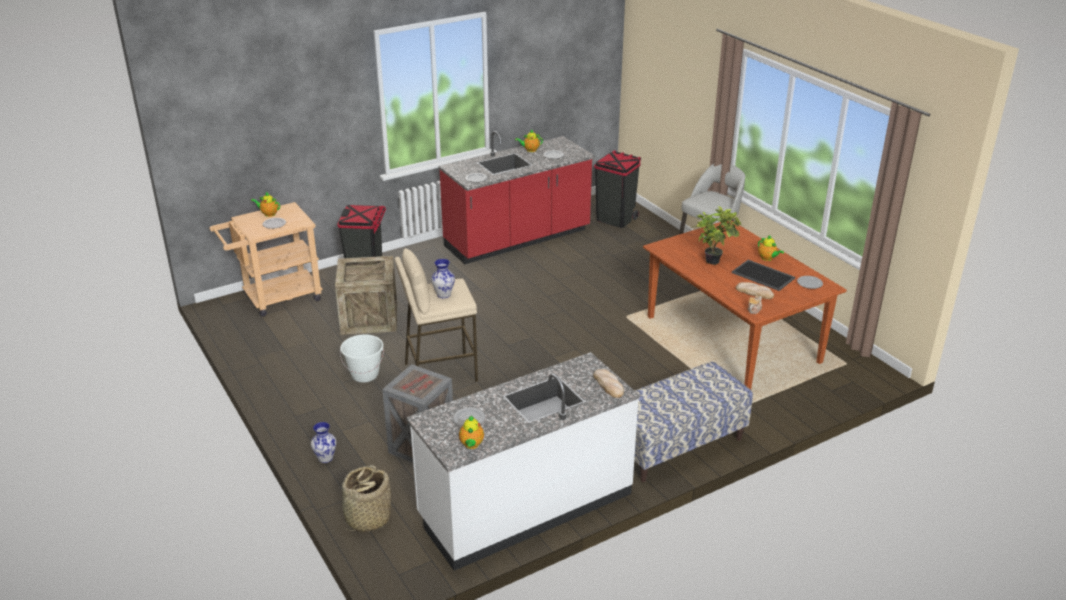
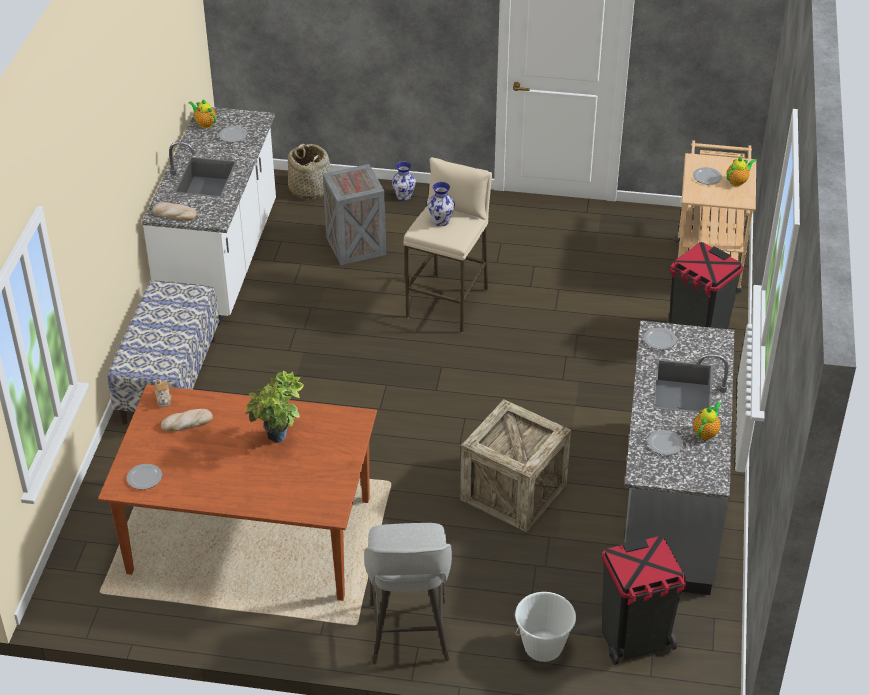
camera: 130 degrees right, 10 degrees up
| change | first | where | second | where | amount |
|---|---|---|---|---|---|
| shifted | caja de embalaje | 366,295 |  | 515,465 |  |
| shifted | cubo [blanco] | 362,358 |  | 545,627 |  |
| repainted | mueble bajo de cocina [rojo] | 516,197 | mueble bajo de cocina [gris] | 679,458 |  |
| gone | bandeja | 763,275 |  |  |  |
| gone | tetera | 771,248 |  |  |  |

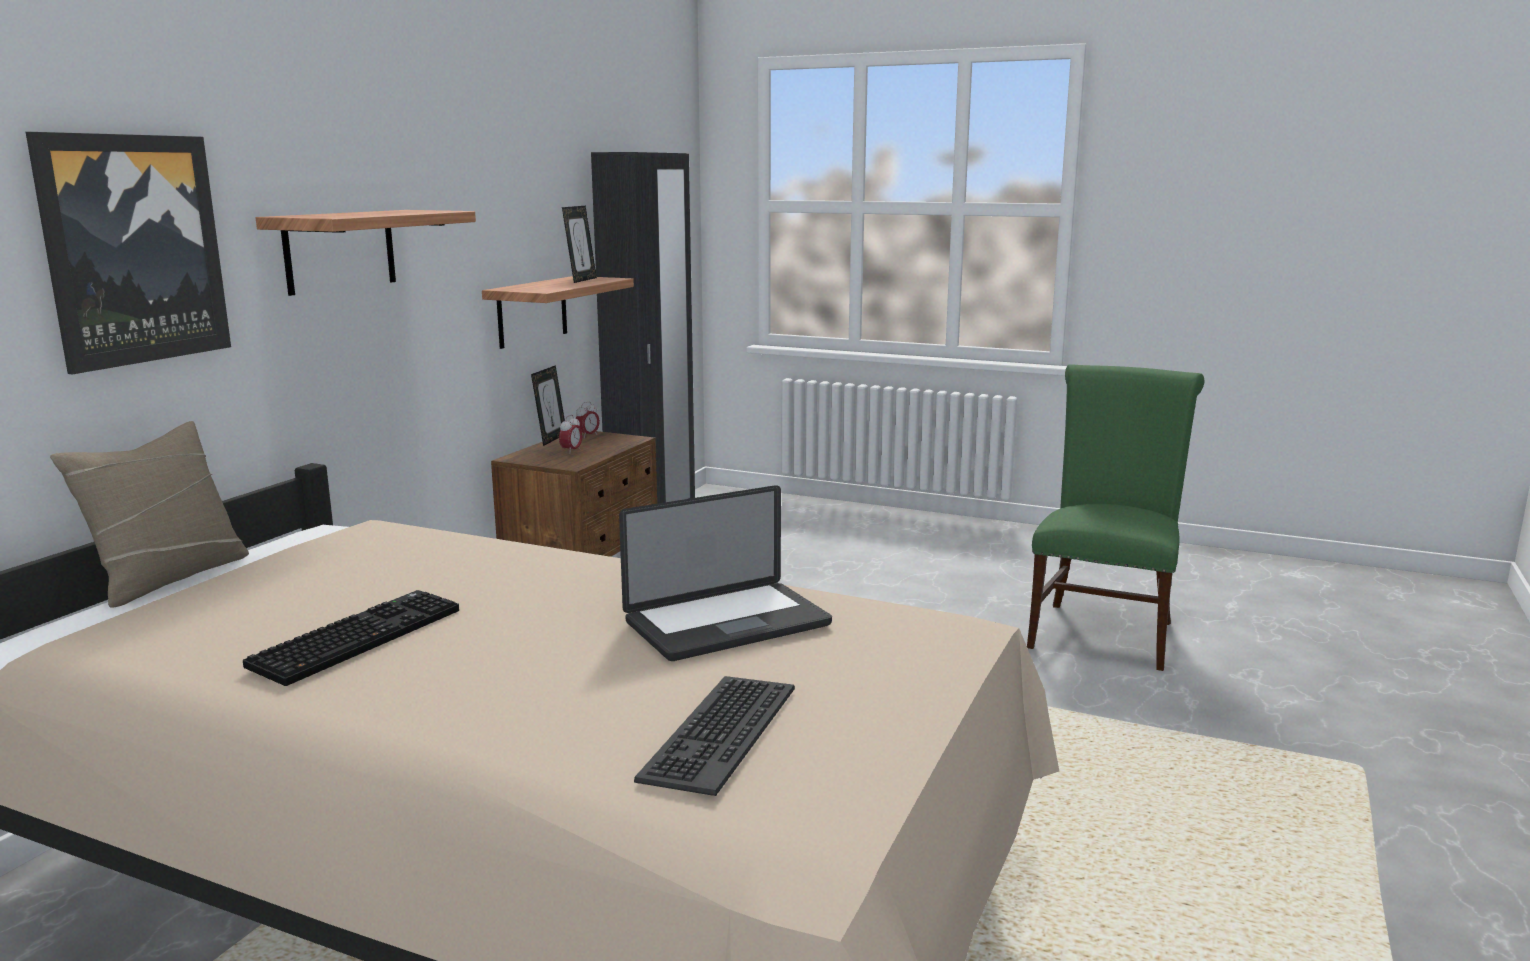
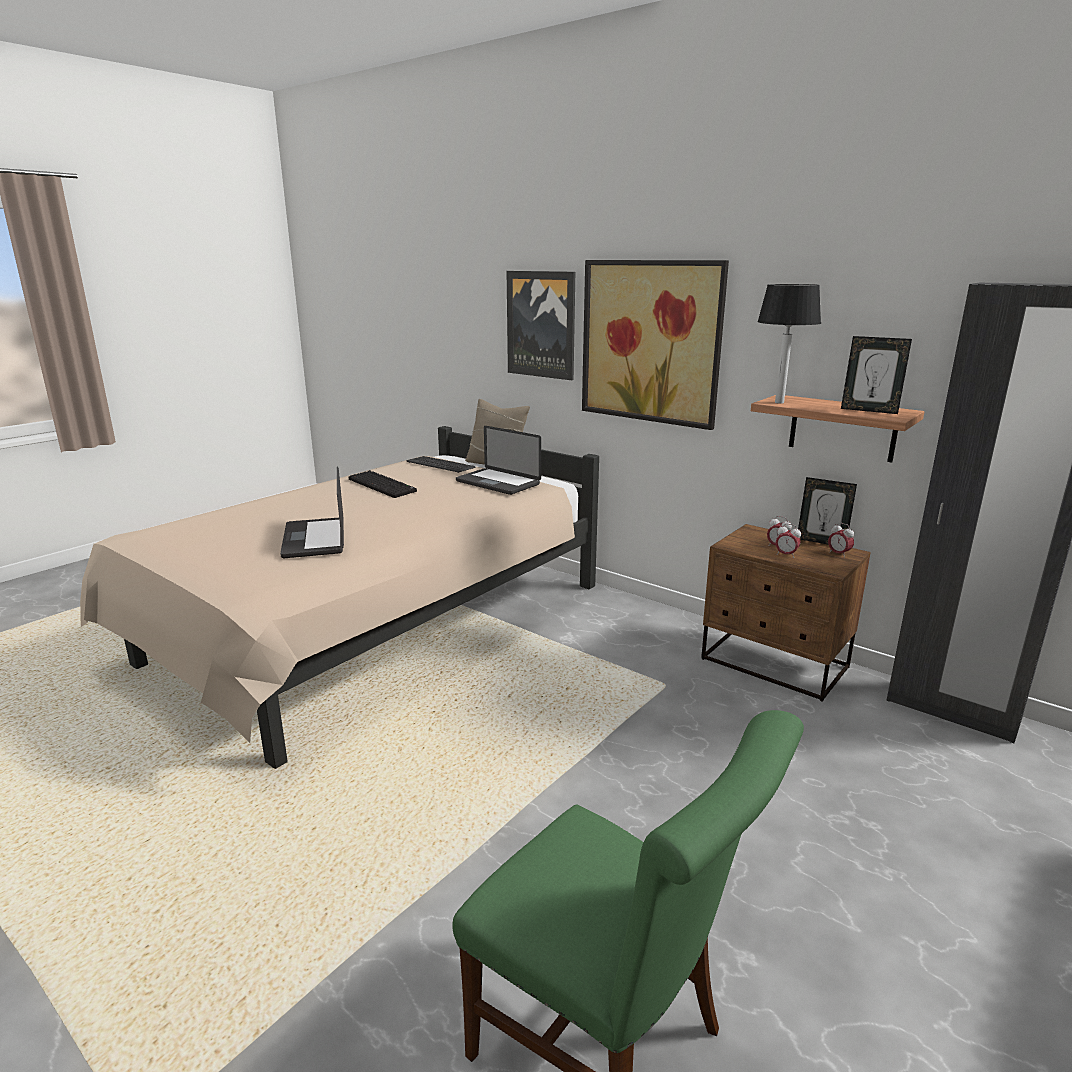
camera: 105 degrees right, 5 degrees up
| change | first | where | second | where | amount |
|---|---|---|---|---|---|
| swapped | estante | 366,253 | cuadro | 655,345 |  |
| shifted | teclado | 714,736 |  | 440,464 |  |
| new |  |  | portátil | 498,460 |  |
| new |  |  | lámpara de mesa | 789,344 |  |
| new |  |  | despertador | 788,541 |  |

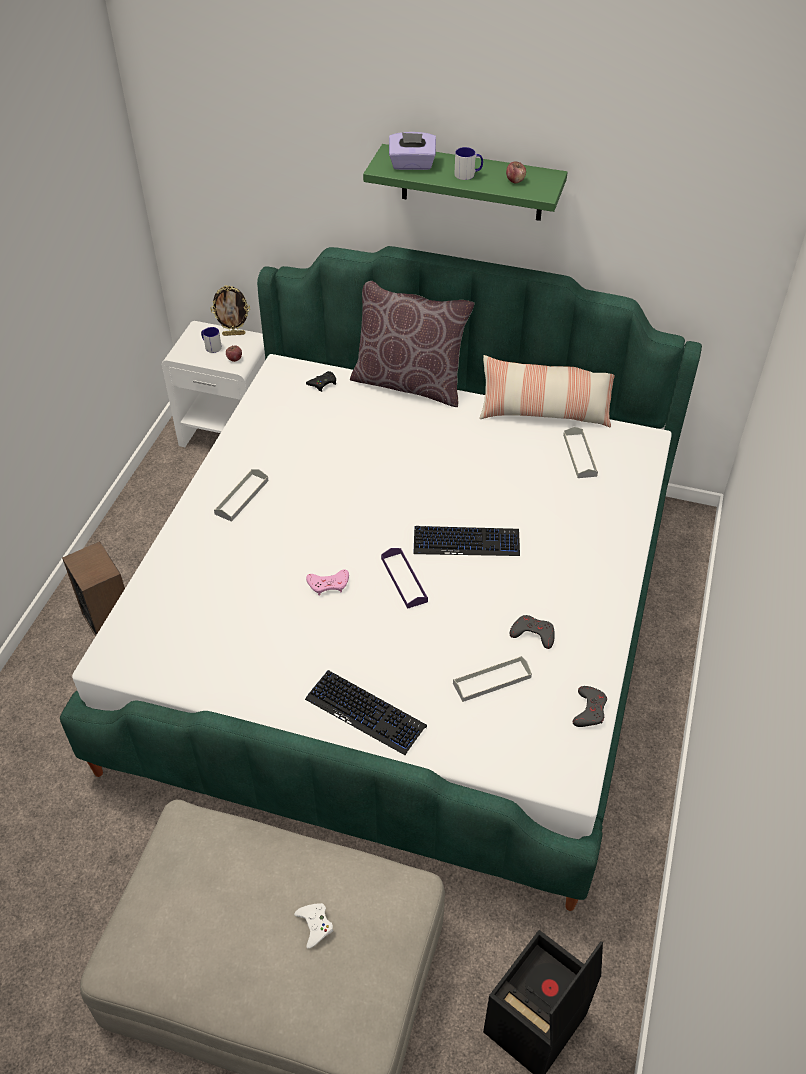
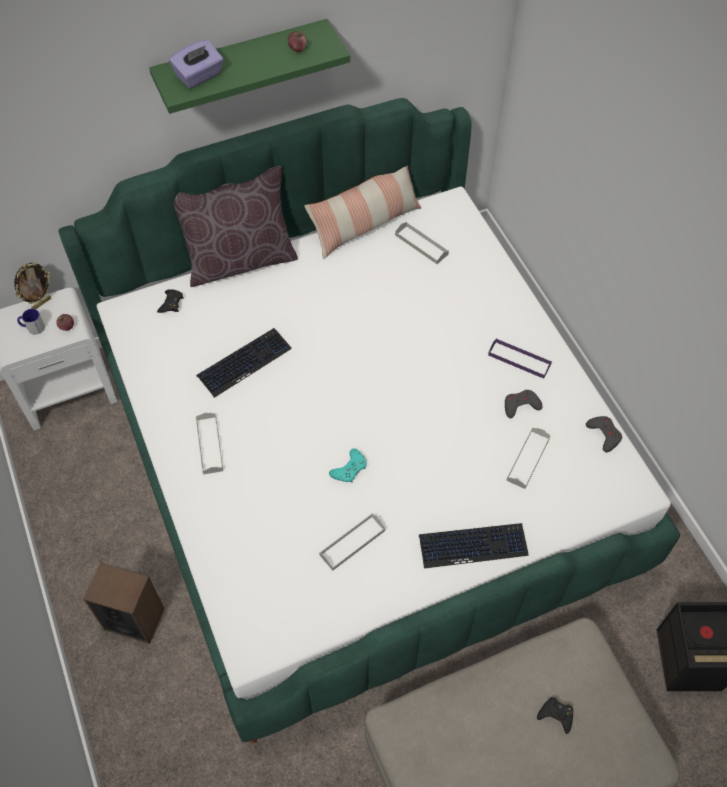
camera: 40 degrees left, 10 degrees up
| change | first | where | second | where | amount |
|---|---|---|---|---|---|
| repainted | mando de consola [blanco] | 313,926 | mando de consola [negro] | 555,715 |  |
| repainted | mando de consola [rosa] | 327,582 | mando de consola [turquesa] | 348,465 |  |
| shifted | bandeja [morado] | 404,578 |  | 520,358 |  |
| shifted | teclado | 466,541 |  | 244,363 |  |
| gone | taza grande | 468,163 |  |  |  |
| new |  |  | bandeja [gris] | 352,542 |  |

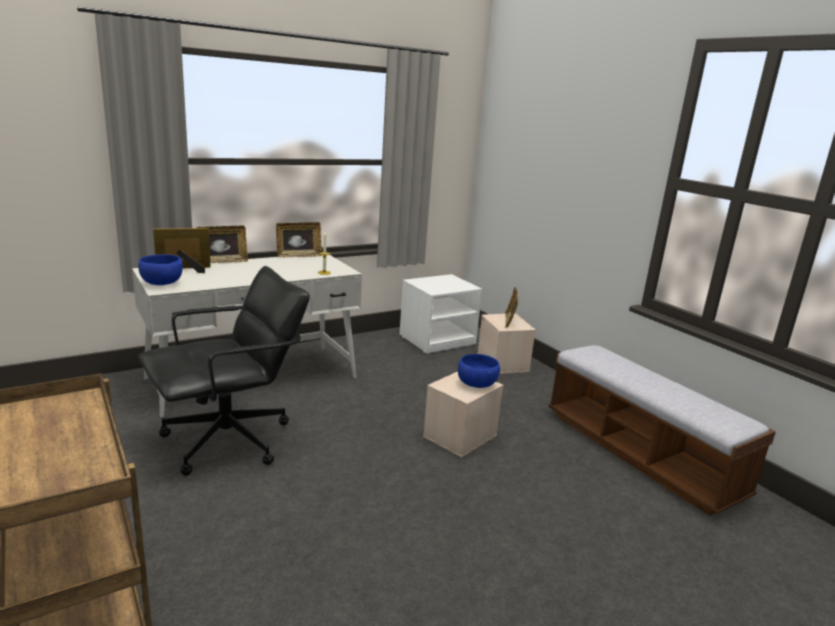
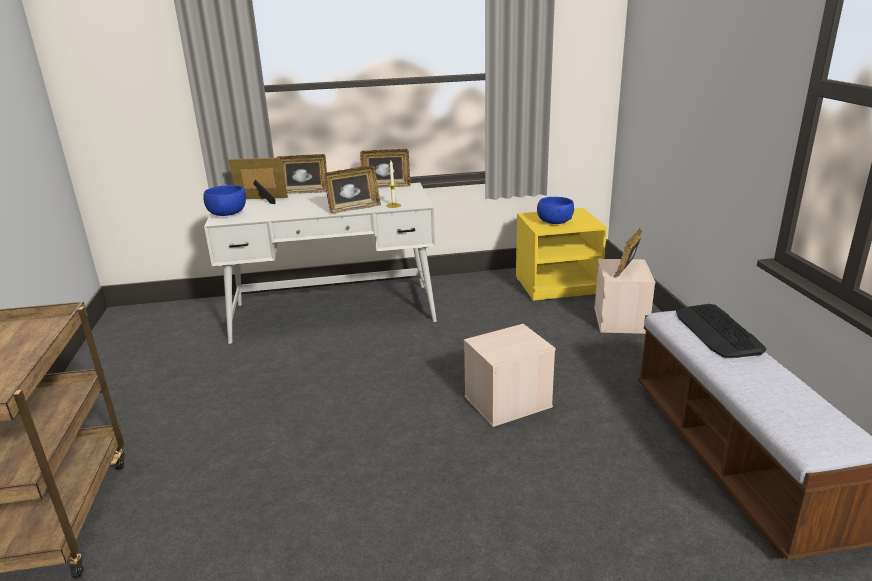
camera: 25 degrees right, 5 degrees up
| change | first | where | second | where | amount |
|---|---|---|---|---|---|
| gone | silla de oficina [negro] | 224,371 |  |  |  |
| repainted | mesita de noche [blanco] | 441,313 | mesita de noche [amarillo] | 561,254 |  |
| shifted | cuenco [azul] | 479,371 |  | 555,210 |  |
| new |  |  | portarretratos | 352,189 |  |
| new |  |  | teclado | 721,331 |  |

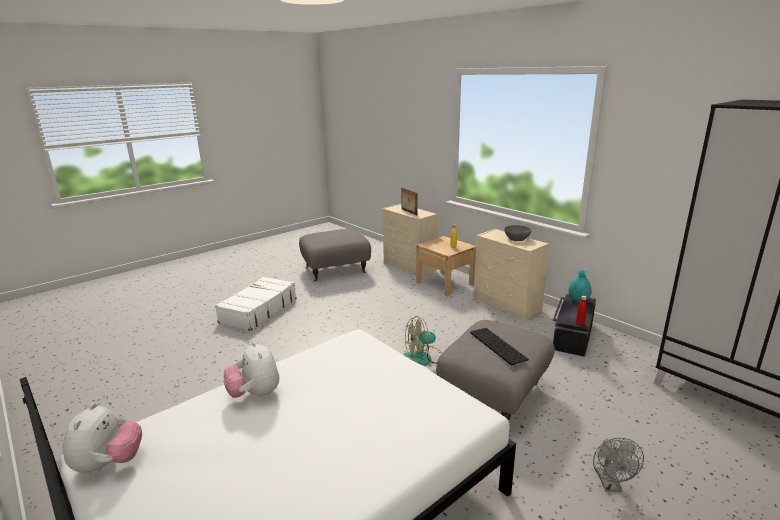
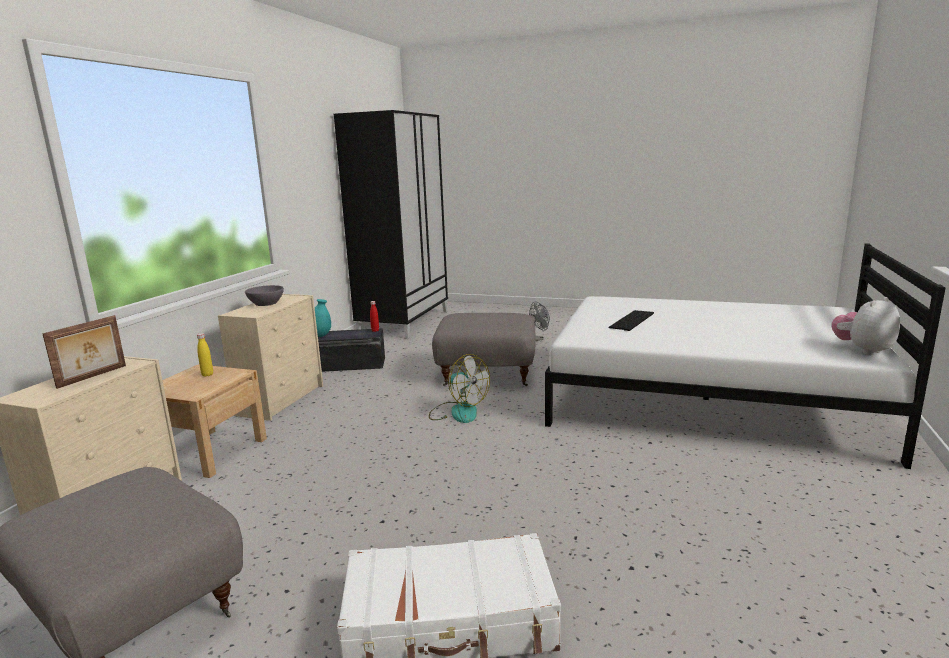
camera: 120 degrees left, 5 degrees down
| change | first | where | second | where | amount |
|---|---|---|---|---|---|
| gone | peluche | 251,370 |  |  |  |
| shifted | teclado | 499,346 |  | 631,320 |  |

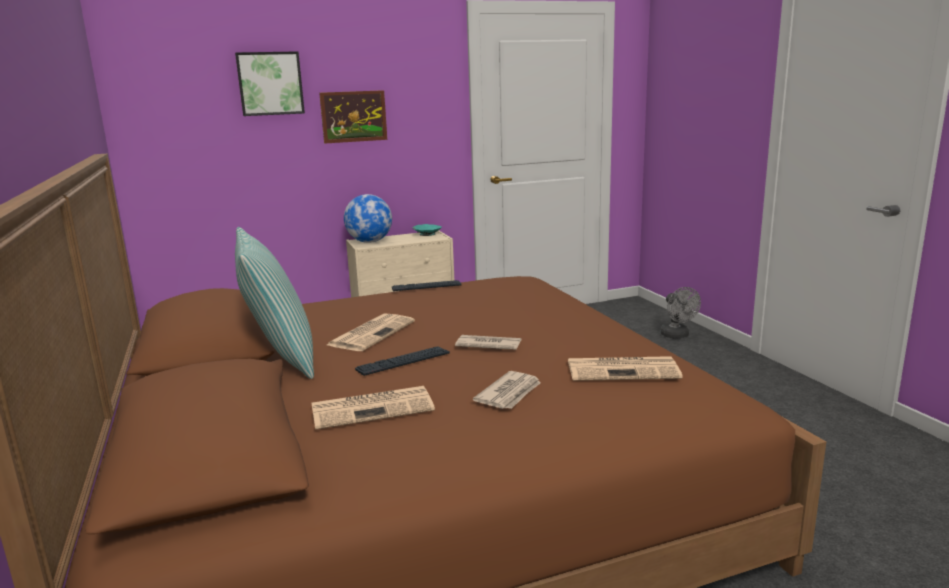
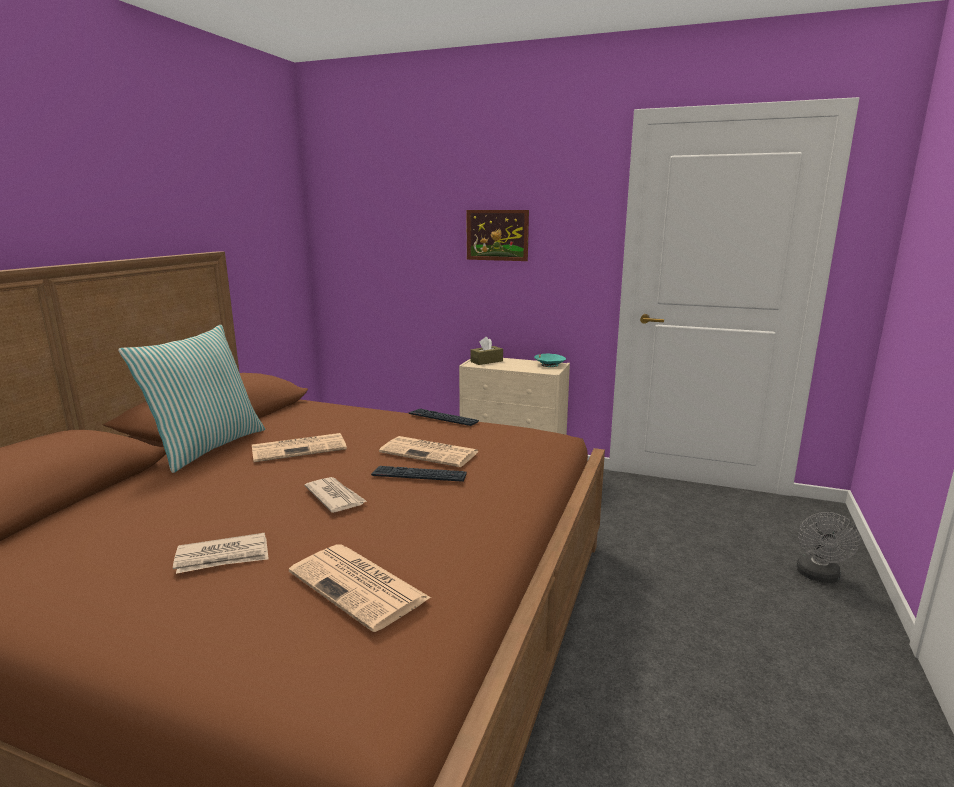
camera: 40 degrees right, 0 degrees up
| change | first | where | second | where | amount |
|---|---|---|---|---|---|
| gone | cuadro | 270,83 |  |  |  |
| shifted | periódico | 373,408 |  | 429,451 |  |
| swapped | globo terráqueo | 368,218 | caja de pañuelos [marrón] | 486,351 |  |
| shifted | teclado | 402,361 |  | 419,474 |  |

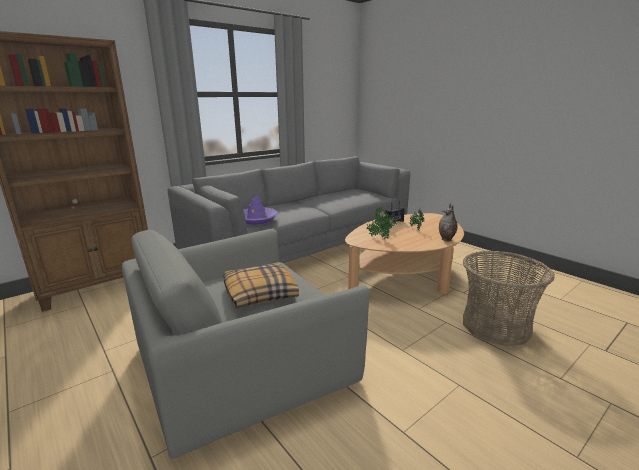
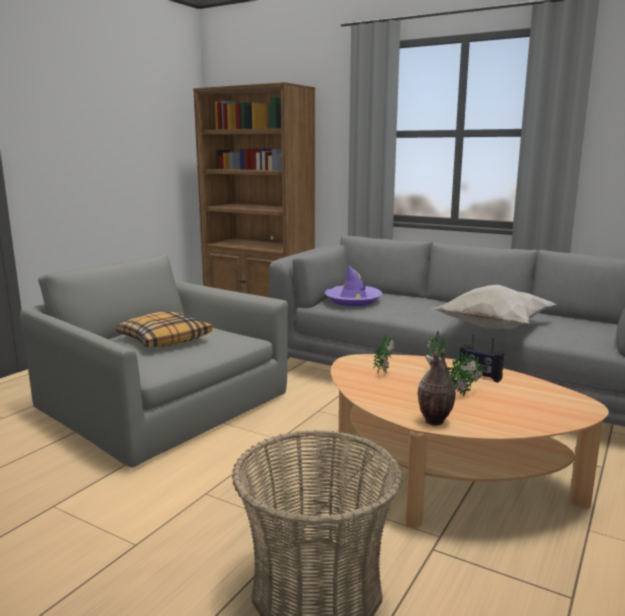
camera: 70 degrees right, 5 degrees down
| change | first | where | second | where | amount |
|---|---|---|---|---|---|
| new |  |  | cojín [blanco] | 494,307 |  |

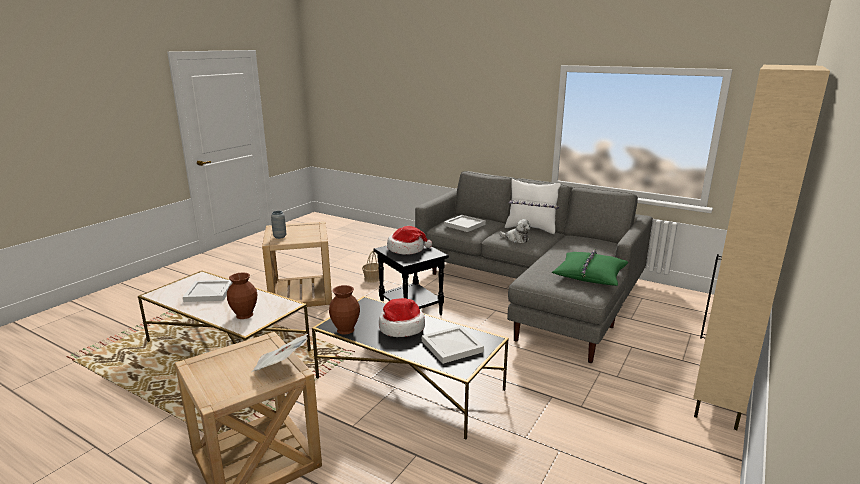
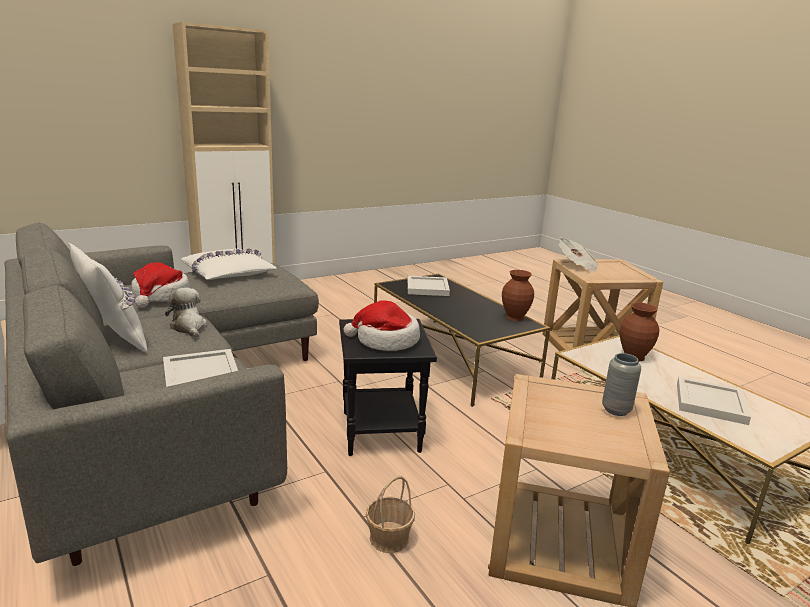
camera: 155 degrees left, 0 degrees up
| change | first | where | second | where | amount |
|---|---|---|---|---|---|
| shifted | sombrero | 402,317 |  | 160,285 |  |
| repainted | cojín [verde] | 590,267 | cojín [blanco] | 229,264 |  |

